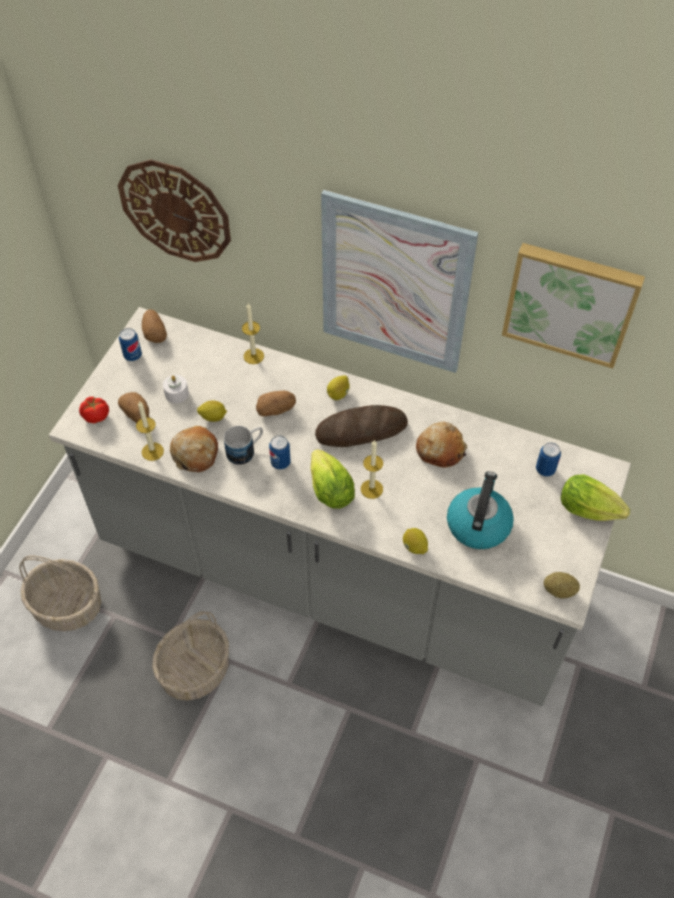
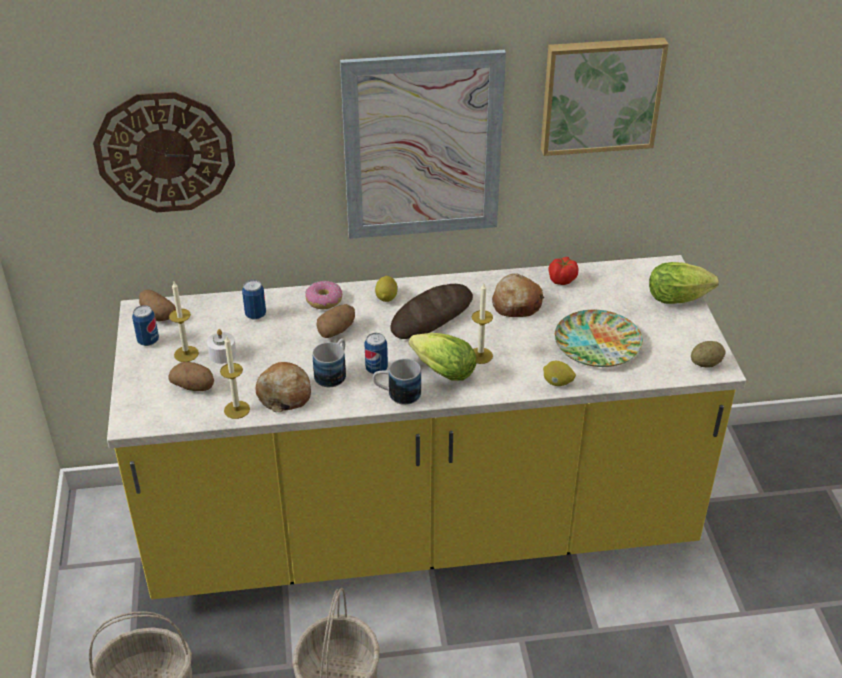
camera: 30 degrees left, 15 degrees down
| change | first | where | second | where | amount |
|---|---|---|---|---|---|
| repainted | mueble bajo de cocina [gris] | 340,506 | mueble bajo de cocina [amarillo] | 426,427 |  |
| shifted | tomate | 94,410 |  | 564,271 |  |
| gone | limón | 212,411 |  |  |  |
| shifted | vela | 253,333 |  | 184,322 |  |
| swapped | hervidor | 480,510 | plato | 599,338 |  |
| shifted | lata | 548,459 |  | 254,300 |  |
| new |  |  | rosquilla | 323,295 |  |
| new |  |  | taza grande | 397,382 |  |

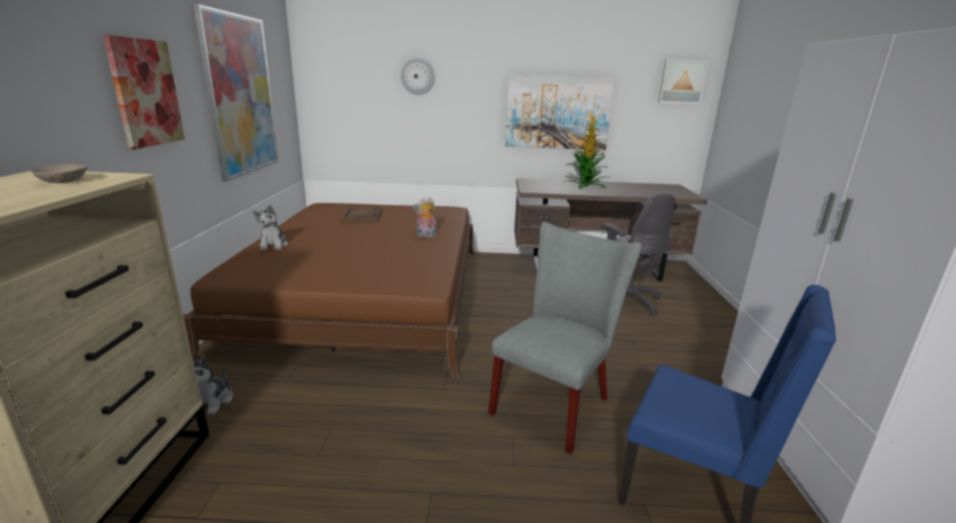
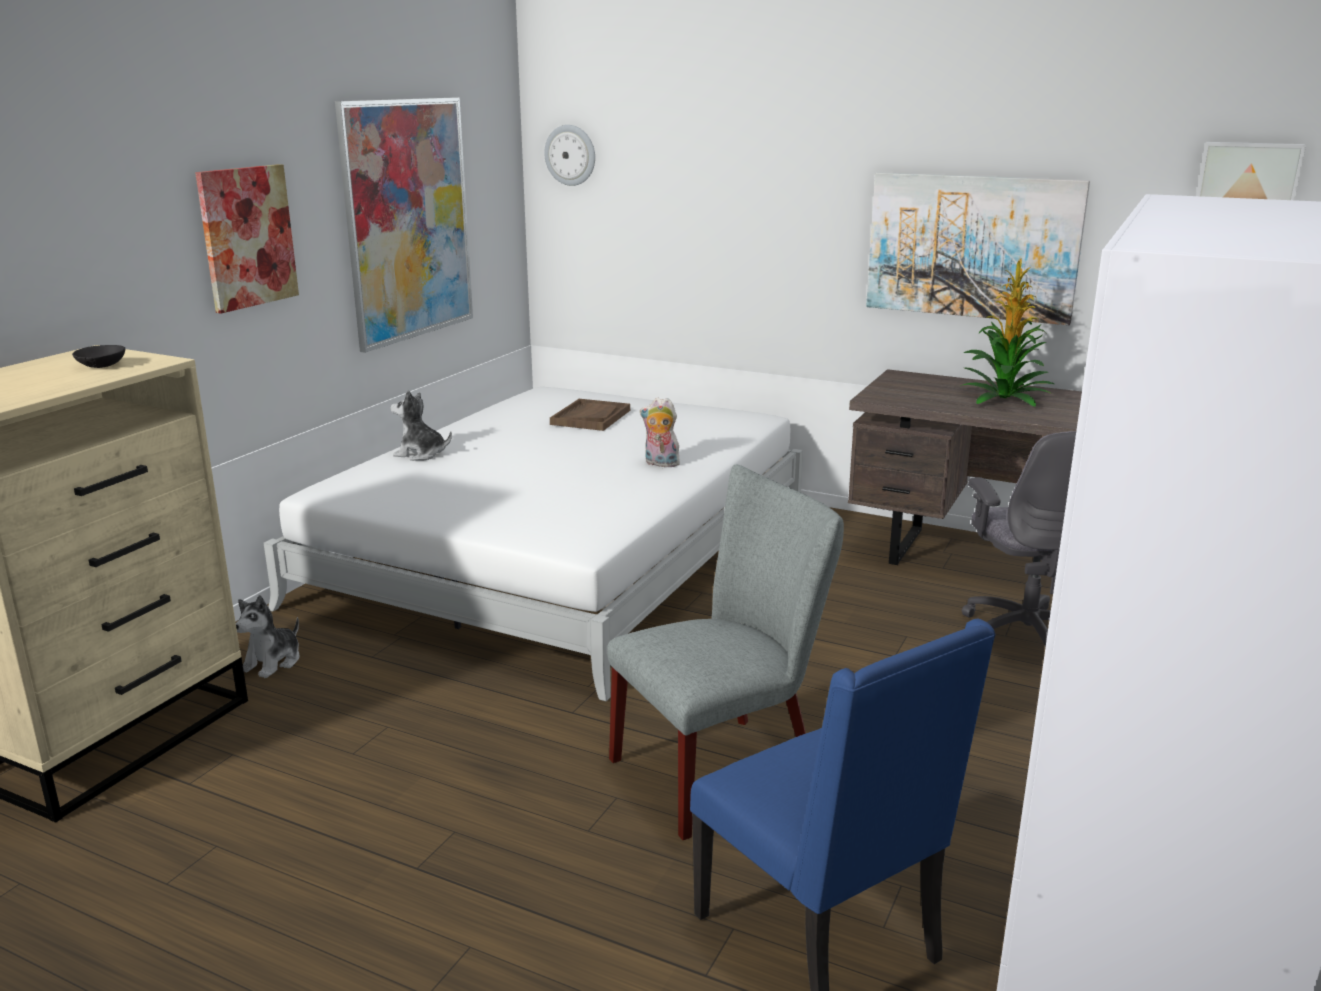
camera: 25 degrees right, 0 degrees up
| change | first | where | second | where | amount |
|---|---|---|---|---|---|
| repainted | cuenco [beis] | 59,173 | cuenco [negro] | 98,356 |  |
| repainted | cama [marrón] | 328,290 | cama [blanco] | 533,544 |  |
| rotated | peluche | 270,228 |  | 421,425 | 90 degrees clockwise |
| shifted | reloj de pared | 418,76 |  | 569,155 |  |

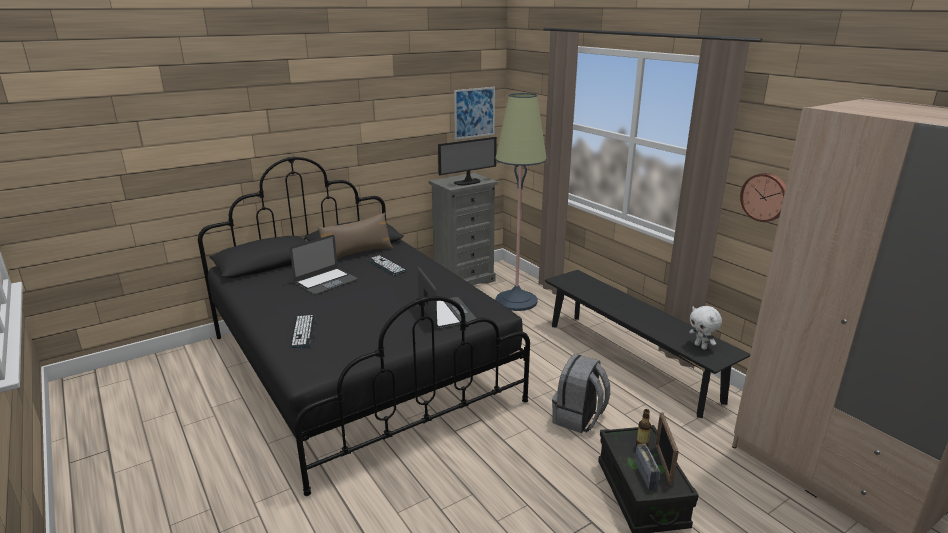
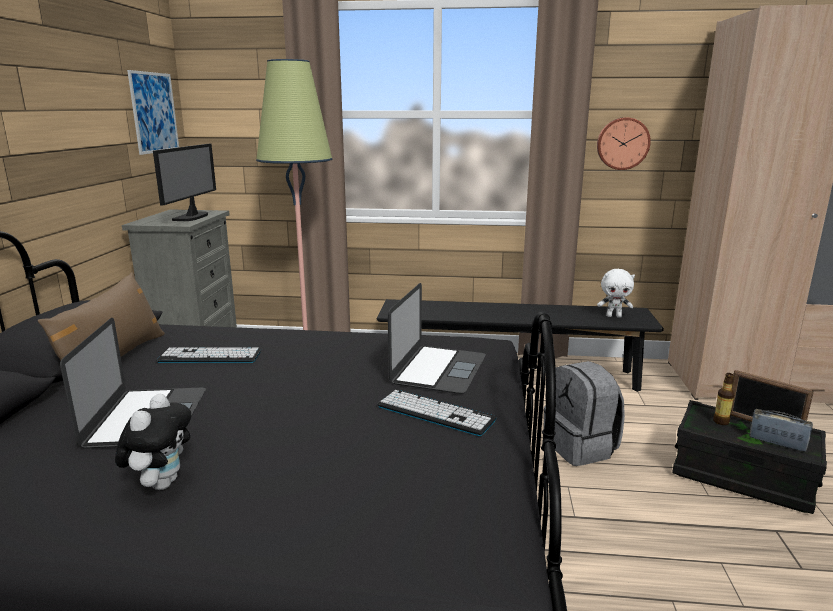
camera: 50 degrees left, 5 degrees down
| change | first | where | second | where | amount |
|---|---|---|---|---|---|
| shifted | teclado | 303,331 |  | 437,413 |  |
| rotated | portátil | 447,298 |  | 437,338 | 90 degrees clockwise |
| new |  |  | peluche | 153,442 |  |

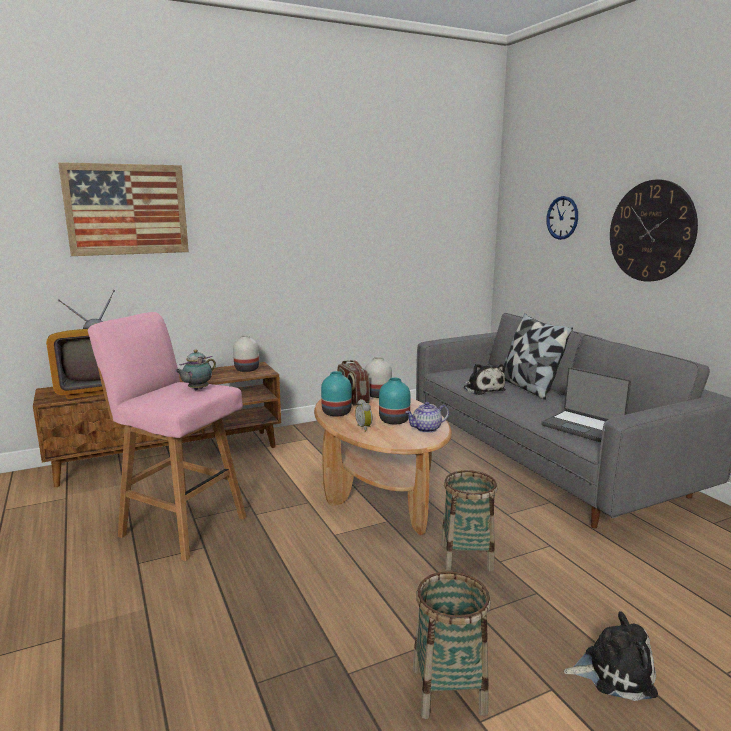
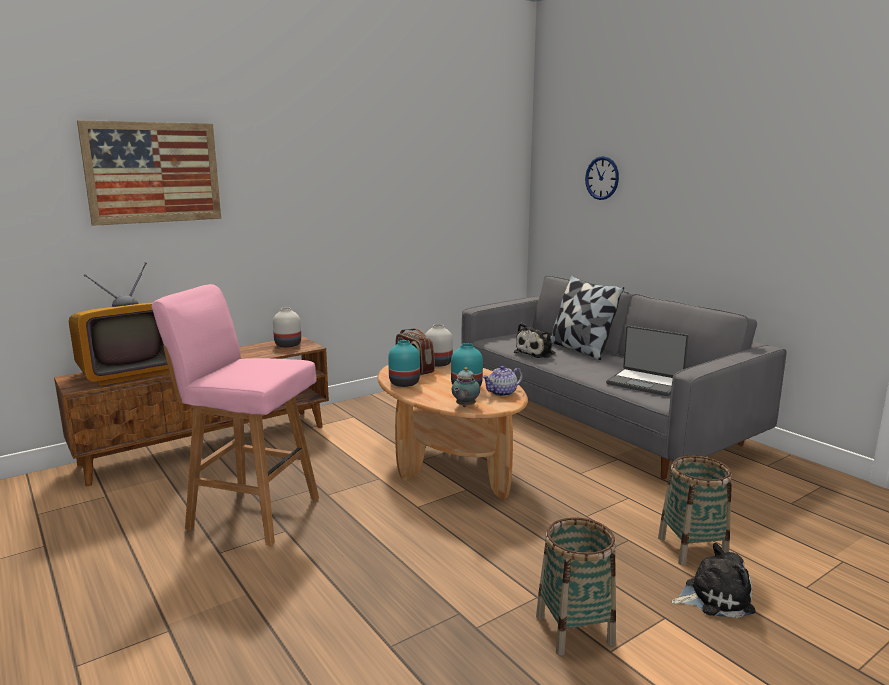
camera: 10 degrees left, 0 degrees up
| change | first | where | second | where | amount |
|---|---|---|---|---|---|
| shifted | tetera | 195,370 |  | 465,387 |  |
| gone | despertador | 363,415 |  |  |  |
| shifted | cesta | 469,521 |  | 695,511 |  |
| rotated | peluche | 485,379 |  | 535,340 | 75 degrees clockwise |
| gone | reloj de pared | 654,230 |  |  |  |

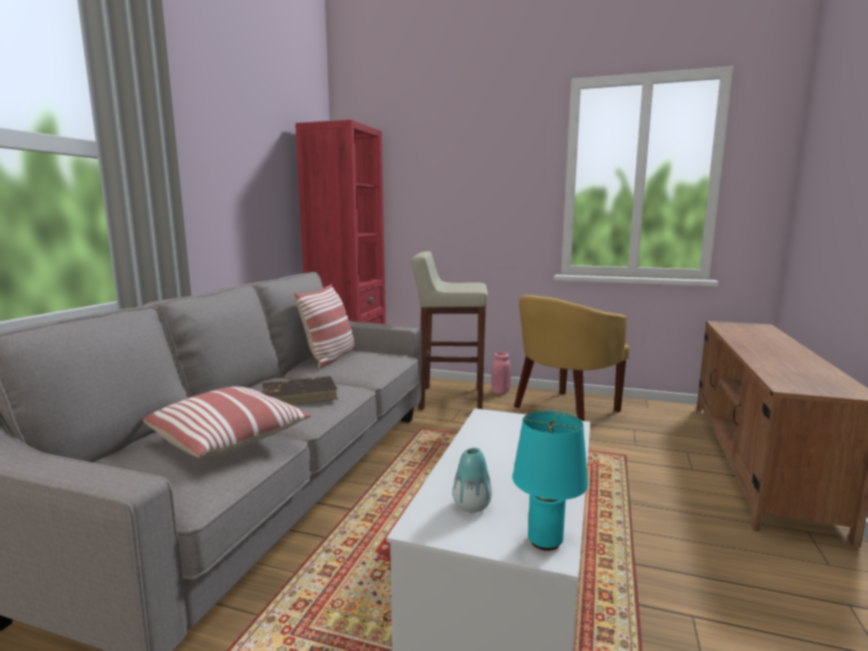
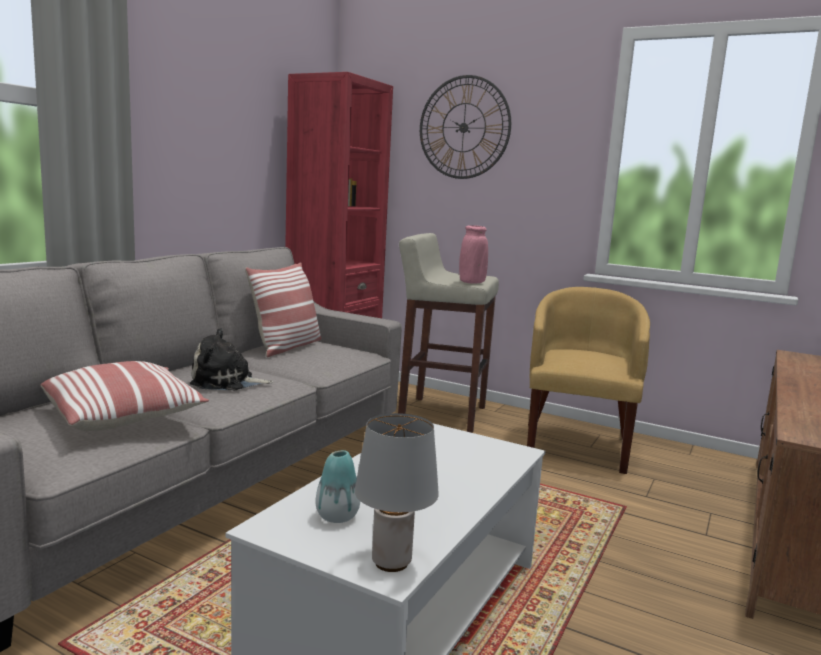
camera: 10 degrees right, 0 degrees up
| change | first | where | second | where | amount |
|---|---|---|---|---|---|
| swapped | libro [marrón] | 300,390 | peluche | 231,359 |  |
| shifted | florero [rosa] | 501,373 |  | 473,254 |  |
| repainted | lámpara de mesa [turquesa] | 550,481 | lámpara de mesa [gris] | 397,492 |  |
| rotated | sillón [amarillo] | 571,358 |  | 588,380 | 135 degrees clockwise |
| new |  |  | reloj de pared | 465,127 |  |

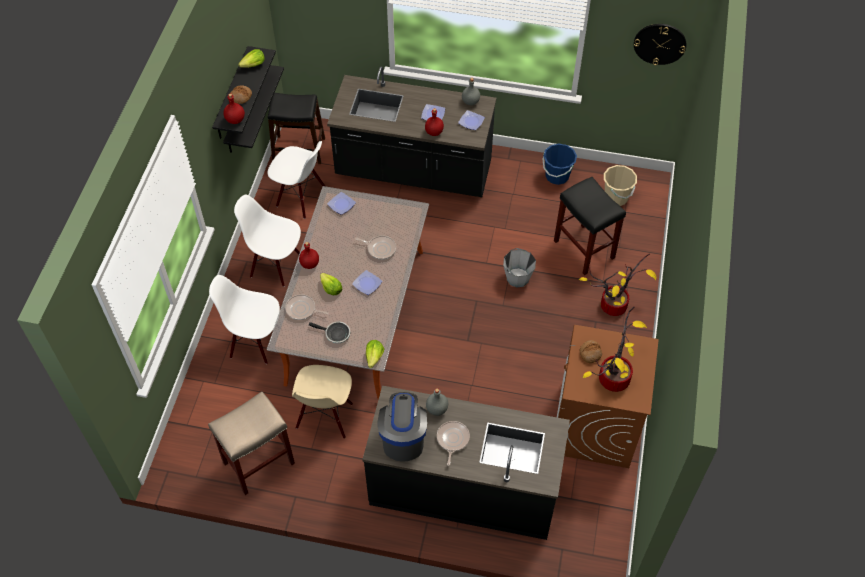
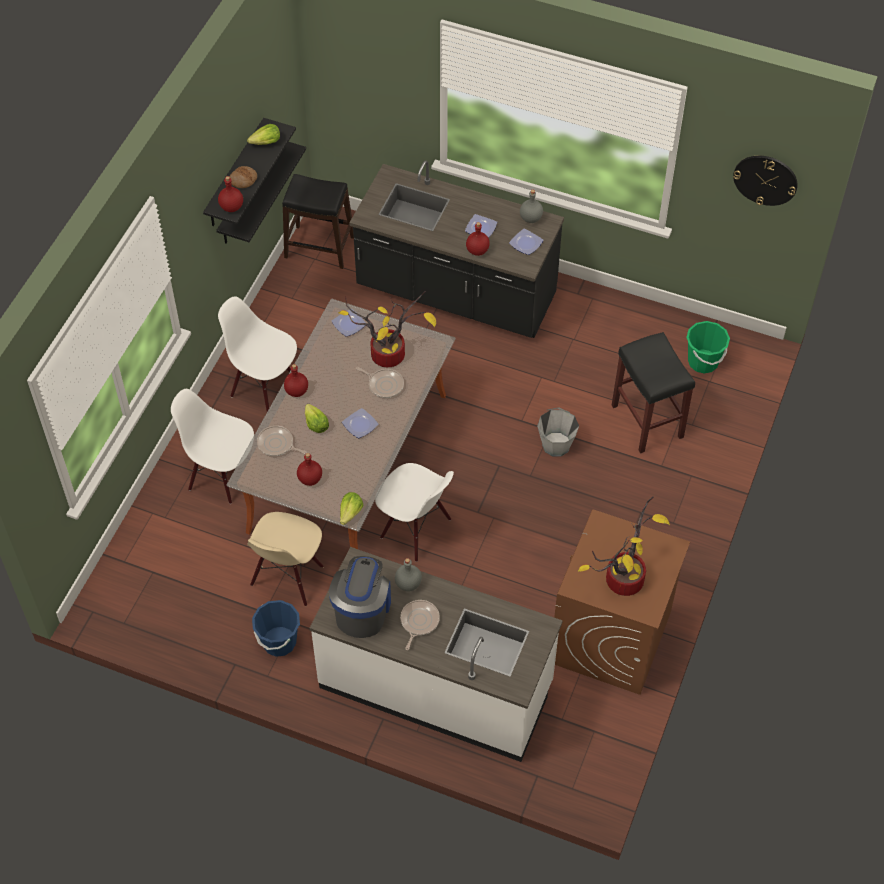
camera: 10 degrees right, 0 degrees up
| change | first | where | second | where | amount |
|---|---|---|---|---|---|
| gone | taburete [beis] | 251,443 |  |  |  |
| shifted | silla [blanco] | 296,180 |  | 414,512 |  |
| swapped | sartén | 329,332 | botella [rojo] | 309,469 |  |
| repainted | mueble bajo de cocina [negro] | 466,463 | mueble bajo de cocina [blanco] | 436,654 |  |
| shifted | cubo [azul] | 560,164 |  | 276,628 |  |
| shifted | planta en maceta | 617,285 |  | 387,329 |  |
| gone | pan | 591,351 |  |  |  |
| repainted | cubo [beis] | 620,185 | cubo [verde] | 708,347 |  |

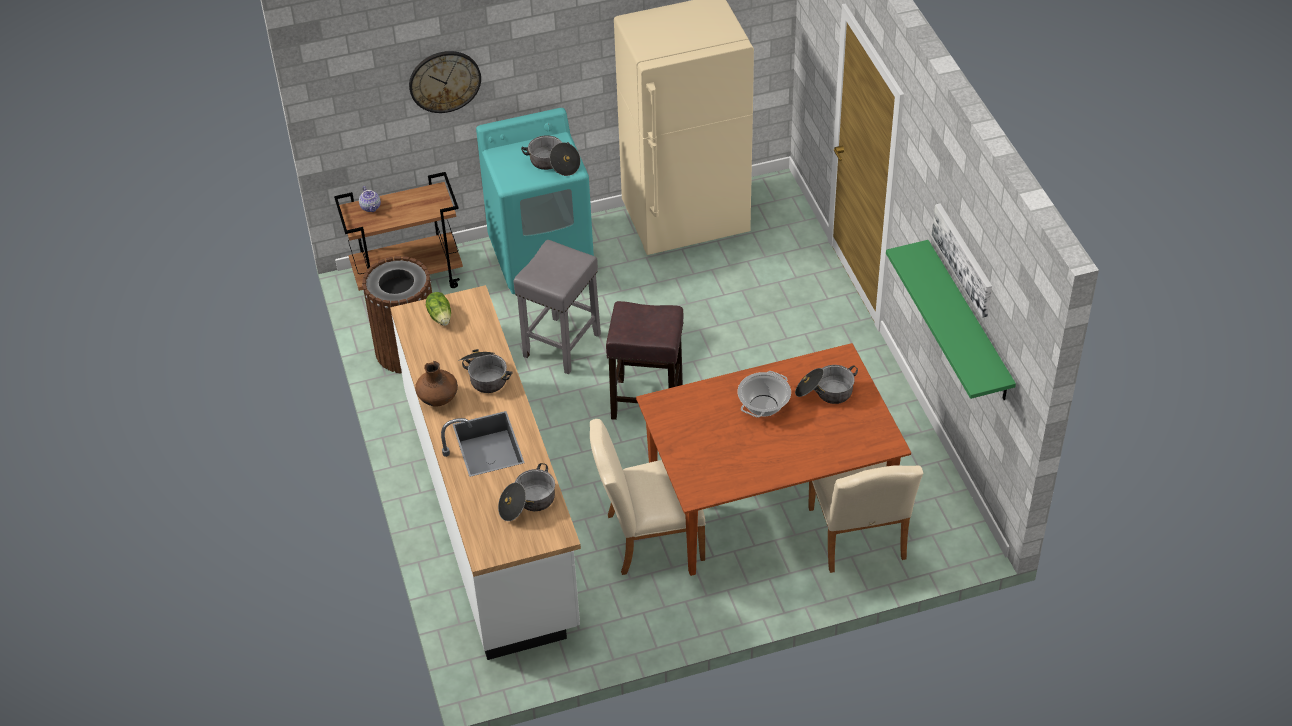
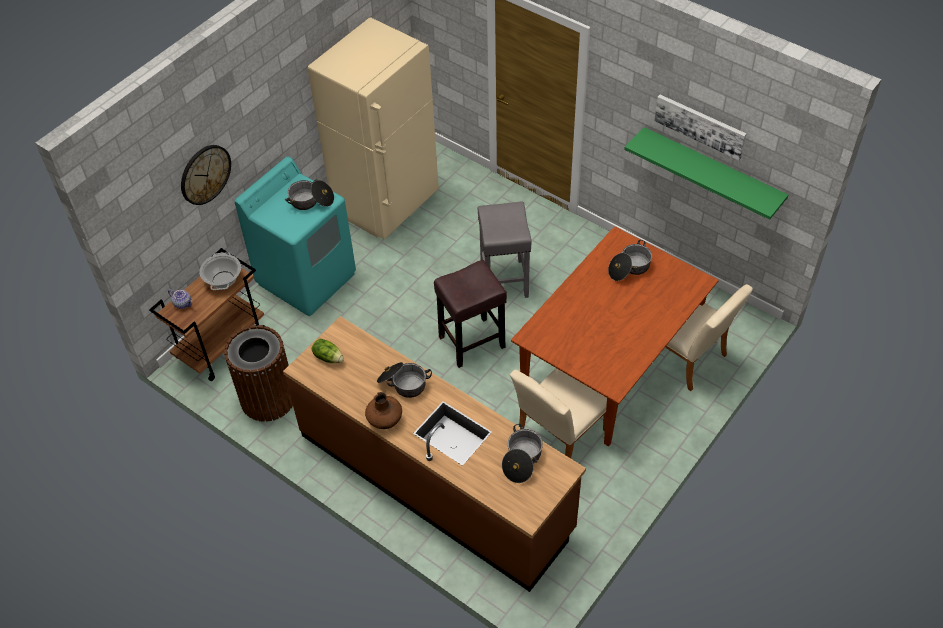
camera: 35 degrees left, 5 degrees up
| change | first | where | second | where | amount |
|---|---|---|---|---|---|
| repainted | mueble bajo de cocina [blanco] | 485,472 | mueble bajo de cocina [marrón] | 434,454 |  |
| shifted | taburete [gris] | 557,307 |  | 504,250 |  |
| shifted | olla | 764,394 |  | 220,271 |  |

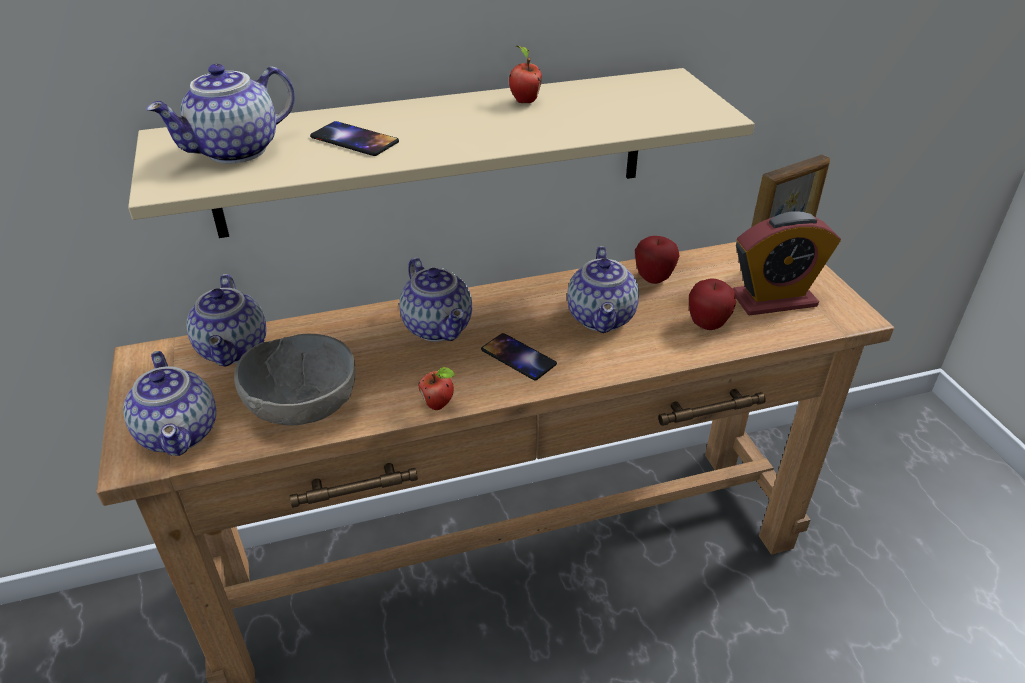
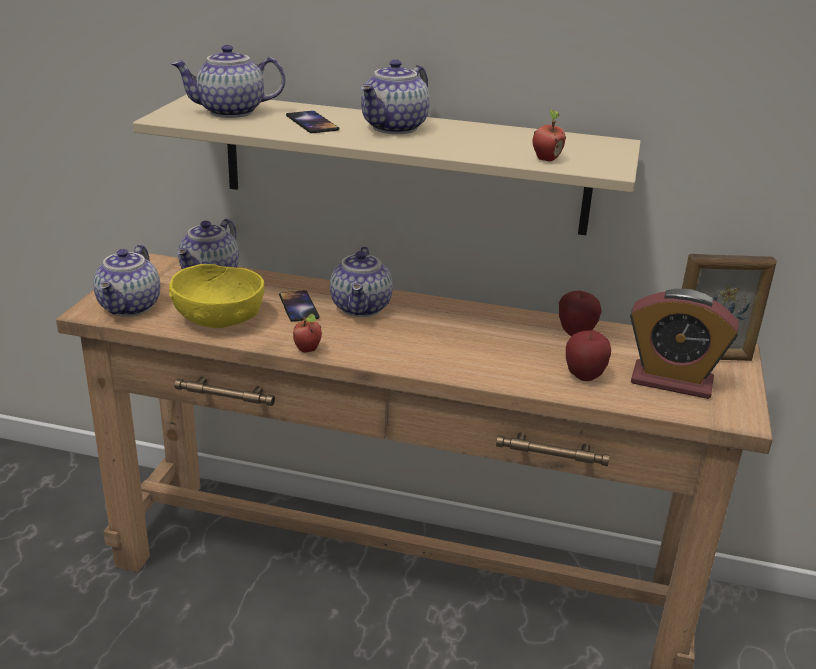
camera: 30 degrees right, 10 degrees down
| change | first | where | second | where | amount |
|---|---|---|---|---|---|
| repainted | cuenco [gris] | 295,380 | cuenco [amarillo] | 216,296 |  |
| shifted | móvil | 519,356 |  | 299,306 |  |
| shifted | manzana | 525,74 |  | 549,135 |  |
| shifted | tetera | 603,289 |  | 395,96 |  |

